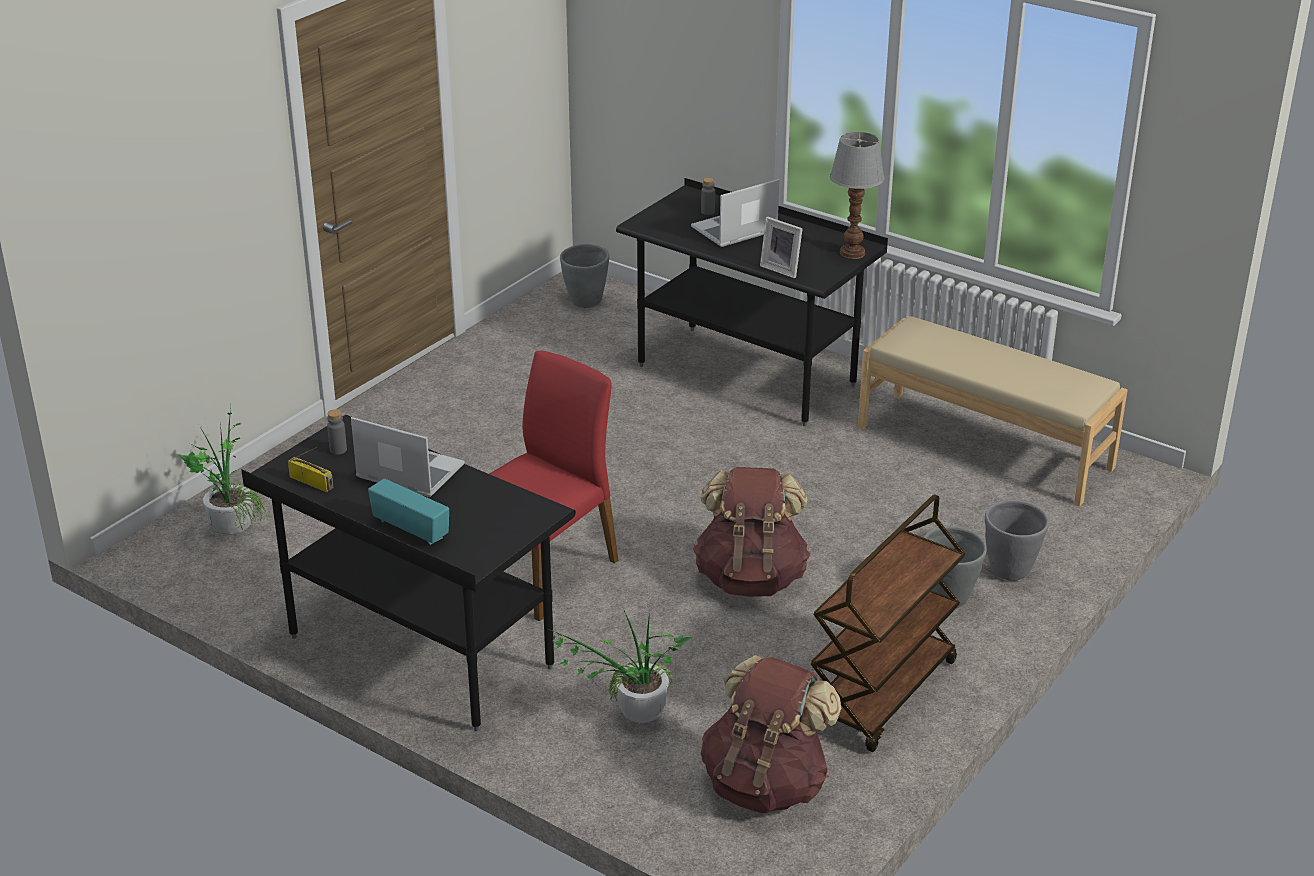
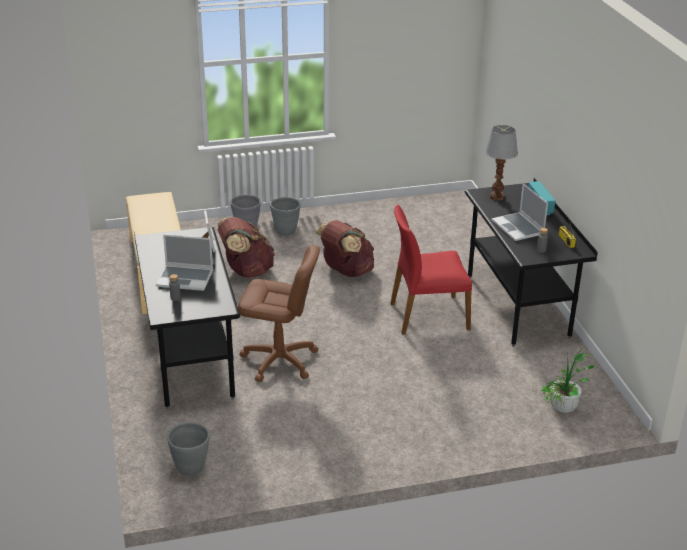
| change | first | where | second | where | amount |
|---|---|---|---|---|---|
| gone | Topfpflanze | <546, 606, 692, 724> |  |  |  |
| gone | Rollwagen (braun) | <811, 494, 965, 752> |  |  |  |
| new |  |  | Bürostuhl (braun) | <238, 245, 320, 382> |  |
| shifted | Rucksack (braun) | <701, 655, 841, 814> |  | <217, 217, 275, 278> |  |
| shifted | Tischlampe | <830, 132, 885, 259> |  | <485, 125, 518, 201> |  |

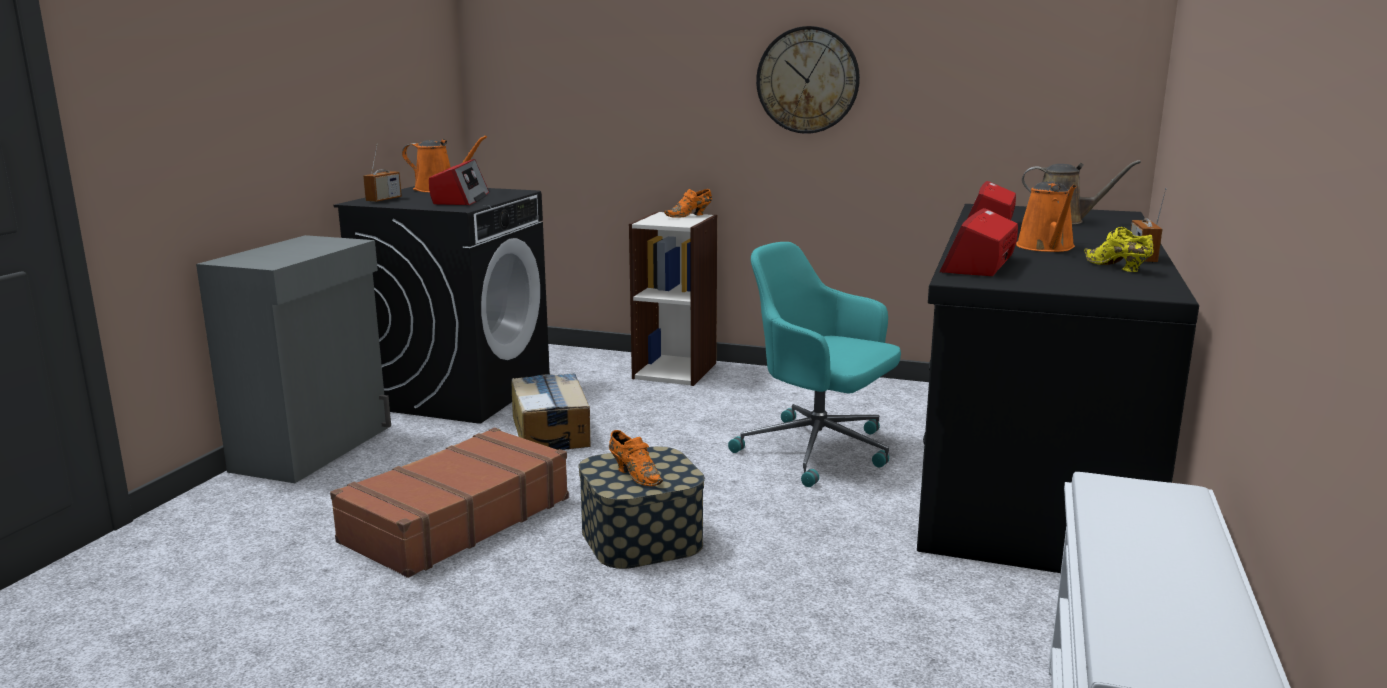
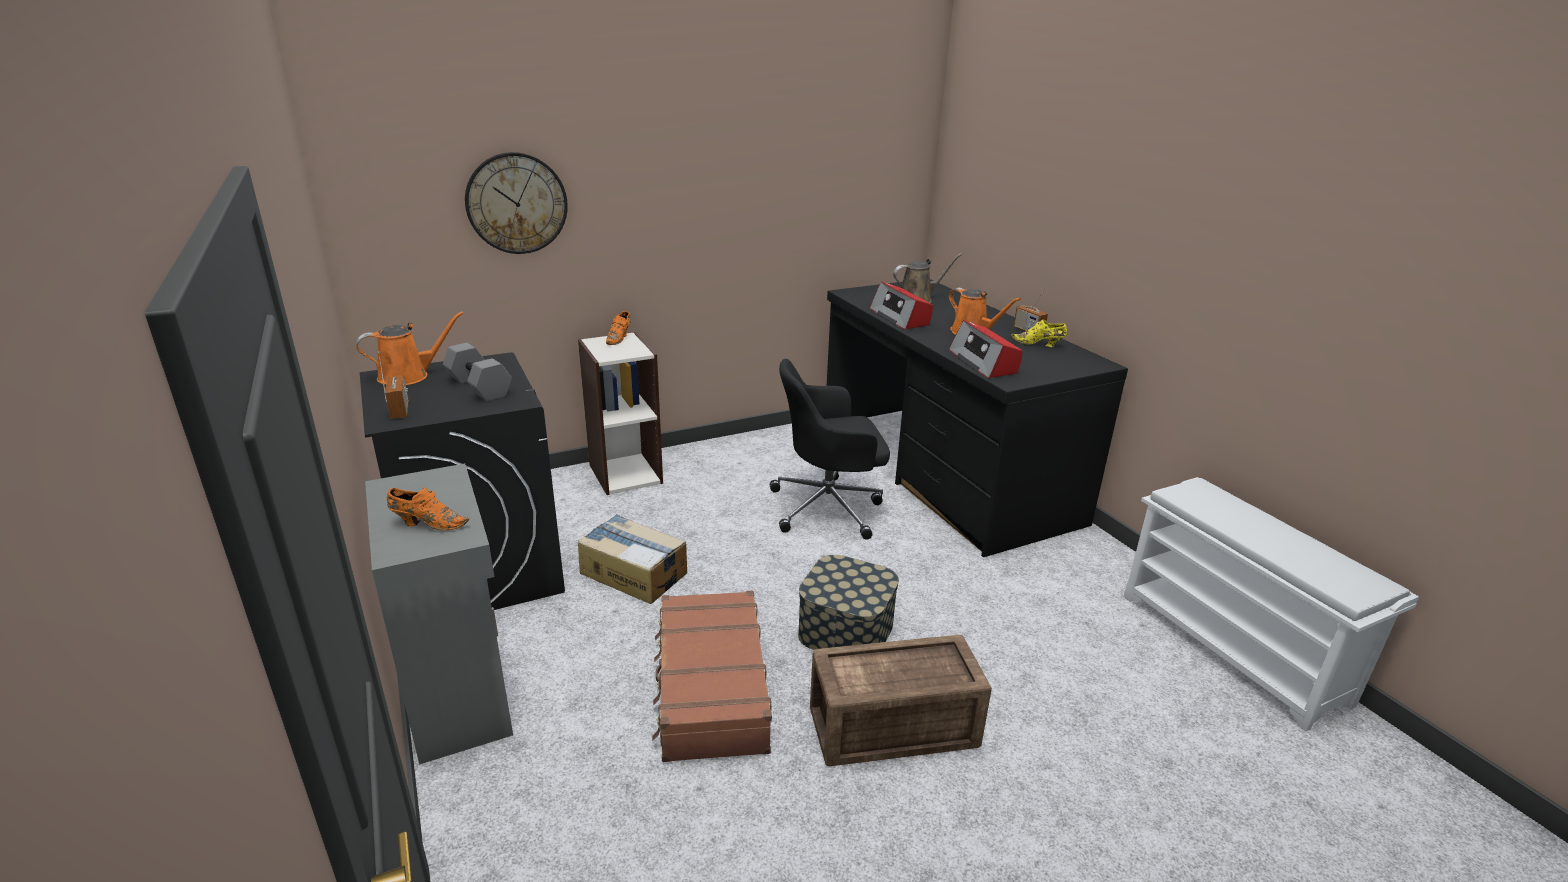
| change | first | where | second | where | amount |
|---|---|---|---|---|---|
| new |  |  | Kiste | <810, 635, 992, 766> |  |
| shifted | Schuh (orange) | <609, 430, 663, 486> |  | <387, 487, 469, 530> |  |
| shifted | Wanduhr | <756, 26, 860, 134> |  | <465, 152, 568, 254> |  |
| swapped | Radio | <429, 159, 489, 205> | Hantel (grau) | <443, 343, 512, 401> |  |
| repainted | Bürostuhl (türkis) | <728, 242, 901, 487> | Bürostuhl (schwarz) | <770, 359, 890, 540> |  |

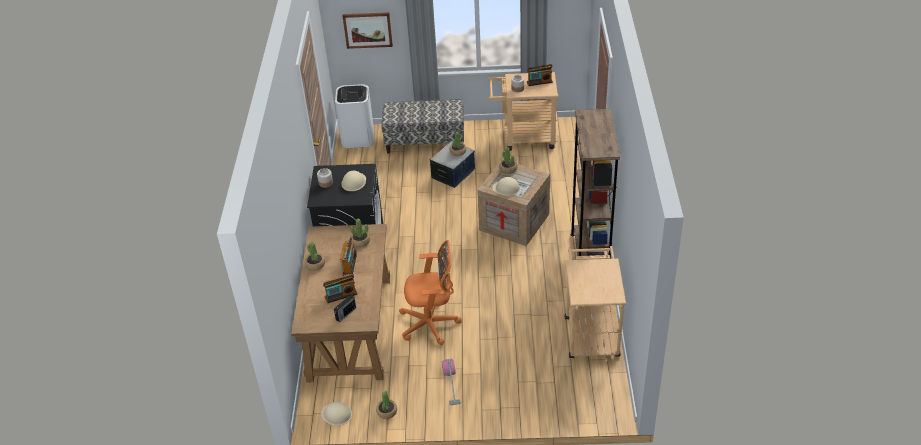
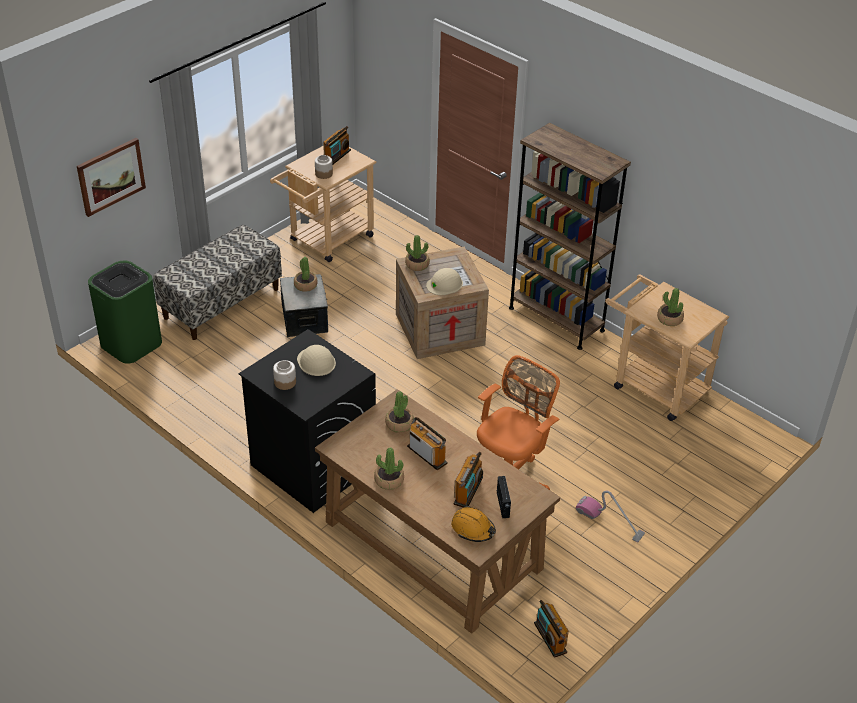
| change | first | where | second | where | amount |
|---|---|---|---|---|---|
| new |  |  | Schutzhelm (orange) | <451, 506, 496, 542> |  |
| shifted | Topfpflanze | <376, 391, 397, 419> |  | <657, 288, 684, 326> |  |
| swapped | Schutzhelm (beige) | <321, 401, 352, 426> | Radio | <534, 600, 569, 658> |  |
| repainted | Mülleimer (weiß) | <335, 84, 374, 148> | Mülleimer (grün) | <88, 261, 162, 364> |  |

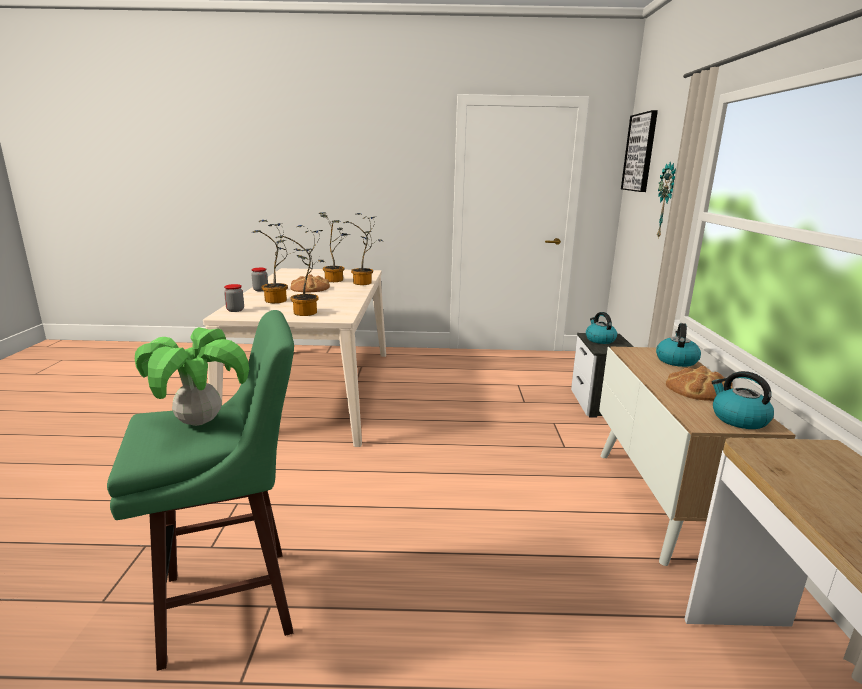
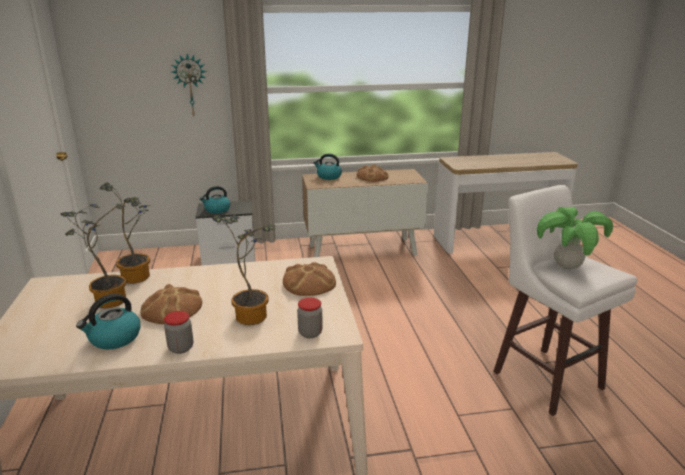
| change | first | where | second | where | amount |
|---|---|---|---|---|---|
| gone | Bild | <621, 110, 658, 192> |  |  |  |
| shifted | Wasserkessel | <712, 371, 774, 429> |  | <76, 294, 141, 349> |  |
| swapped | Topfpflanze | <276, 225, 325, 316> | Brot | <283, 262, 336, 296> |  |
| repainted | Hocker (grün) | <107, 310, 294, 671> | Hocker (weiß) | <493, 185, 637, 416> |  |

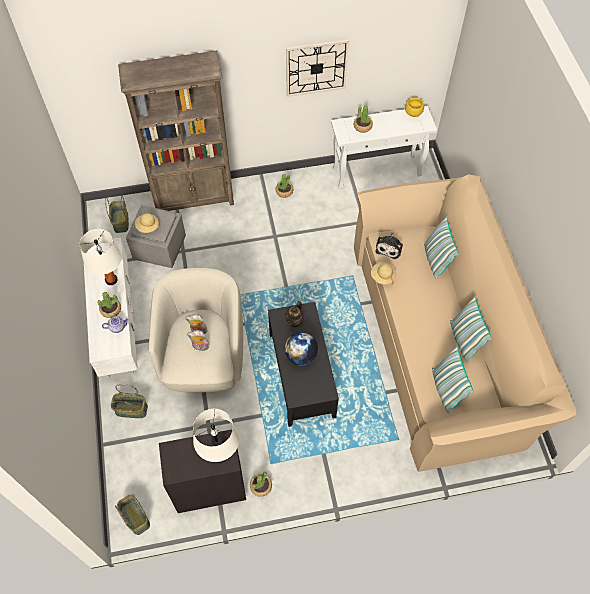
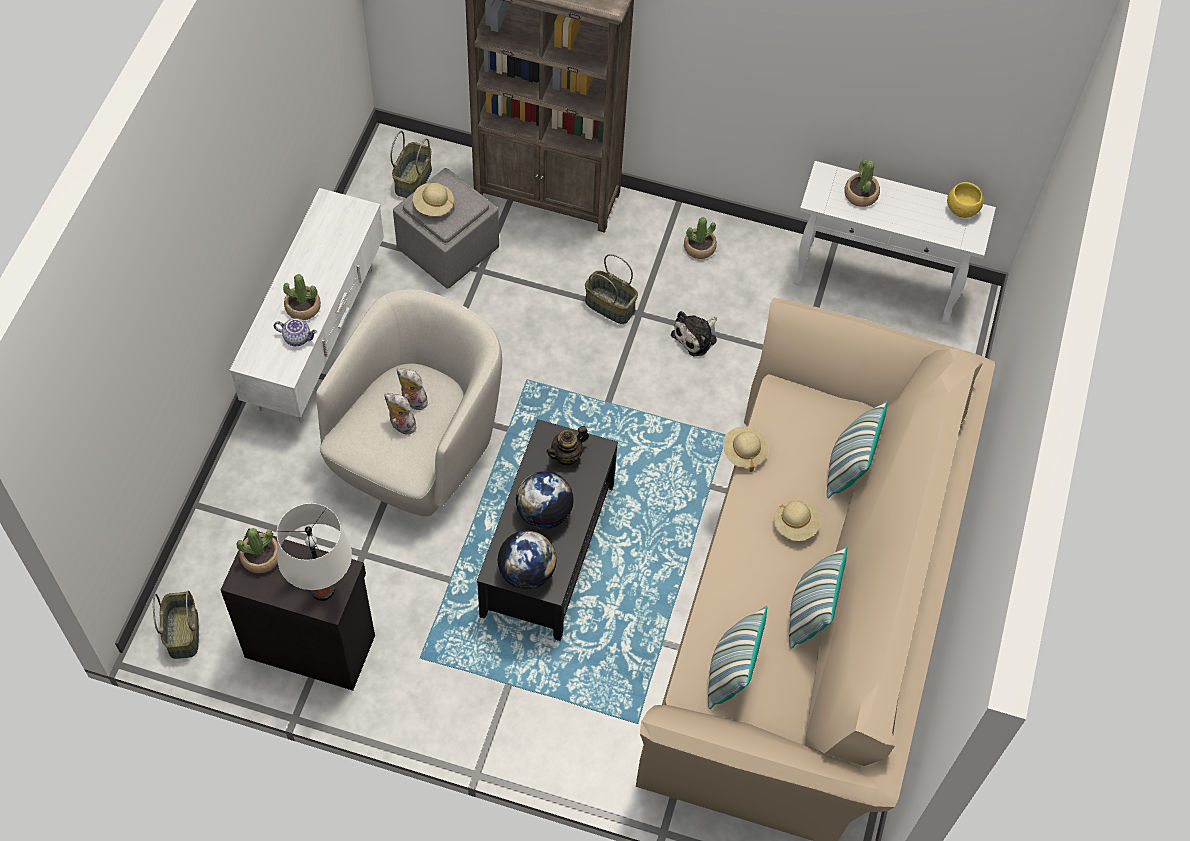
| change | first | where | second | where | amount |
|---|---|---|---|---|---|
| gone | Tischlampe (weiß) | <80, 229, 122, 285> |  |  |  |
| gone | Wanduhr | <286, 39, 349, 97> |  |  |  |
| new |  |  | Globus | <498, 531, 557, 590> |  |
| new |  |  | Hut (beige) | <773, 500, 821, 541> |  |
| shifted | Korb | <111, 384, 148, 418> |  | <585, 254, 638, 324> |  |
| shifted | Topfpflanze | <250, 472, 272, 497> |  | <236, 528, 278, 573> |  |
| shifted | Plüschtier | <375, 233, 403, 259> |  | <671, 311, 717, 356> |  |

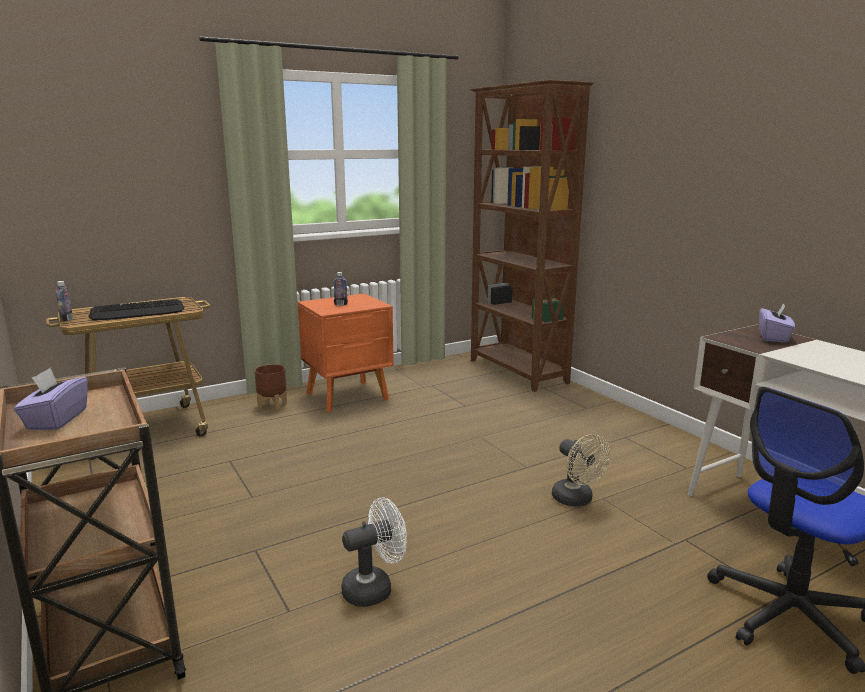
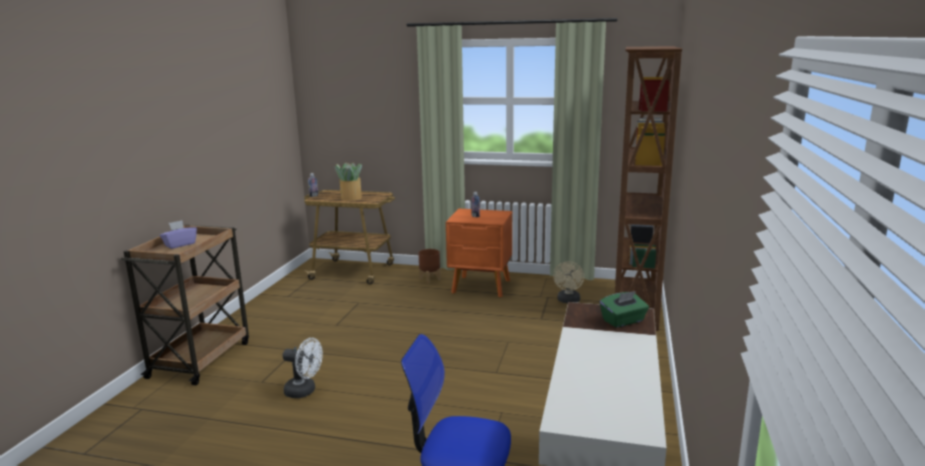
| change | first | where | second | where | amount |
|---|---|---|---|---|---|
| shifted | Ventilator (beige) | <552, 434, 610, 506> |  | <553, 262, 584, 303> |  |
| swapped | Tastatur | <89, 299, 185, 321> | Topfpflanze | <335, 163, 362, 201> |  |
| repainted | Taschentuchbox (lila) | <759, 303, 795, 343> | Taschentuchbox (grün) | <600, 291, 649, 328> |  |

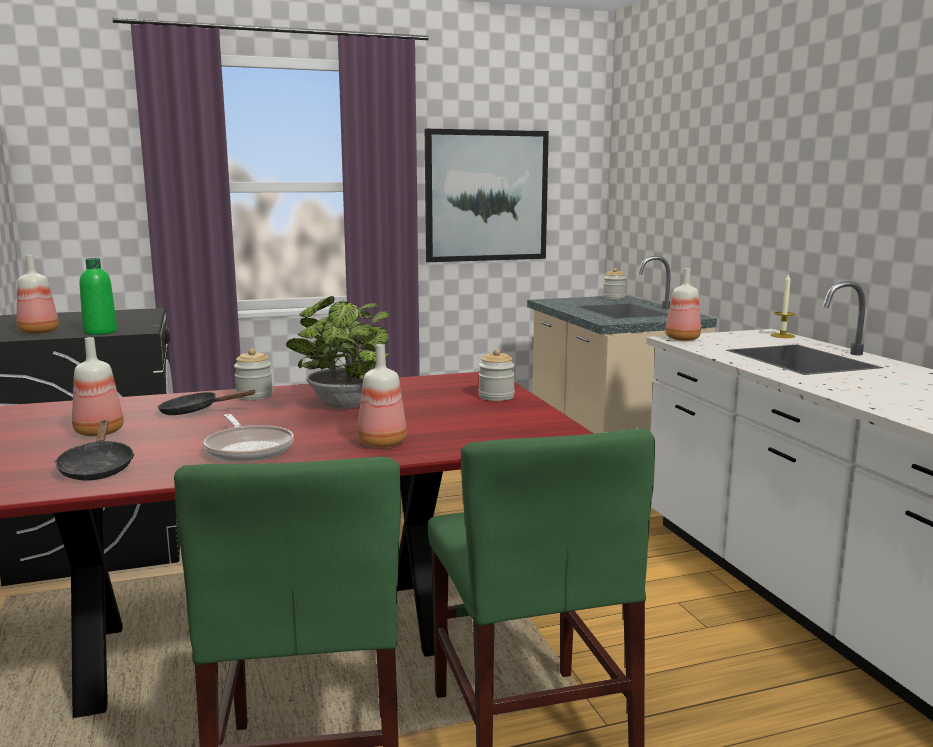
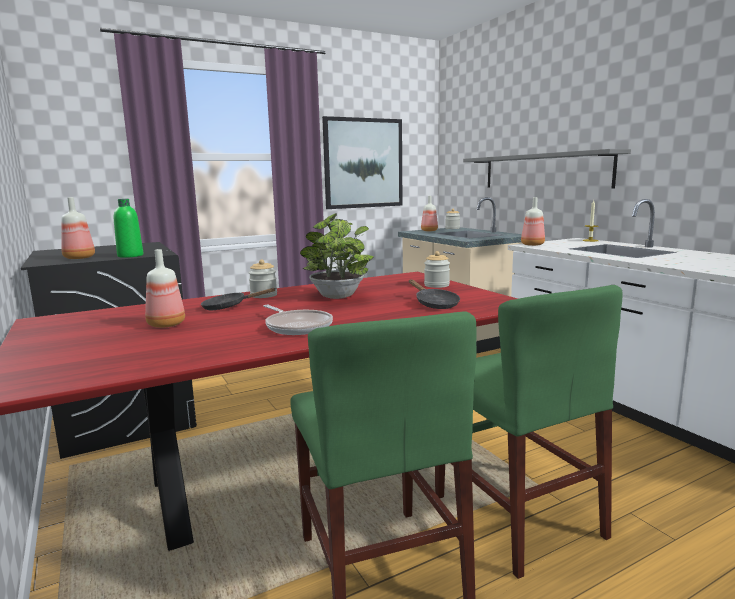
| change | first | where | second | where | amount |
|---|---|---|---|---|---|
| new |  |  | Wandregal (grau) | <463, 149, 631, 188> |  |
| shifted | Pfanne (schwarz) | <55, 420, 134, 481> |  | <409, 280, 460, 309> |  |
| shifted | Flasche | <357, 344, 407, 448> |  | <421, 196, 438, 231> |  |

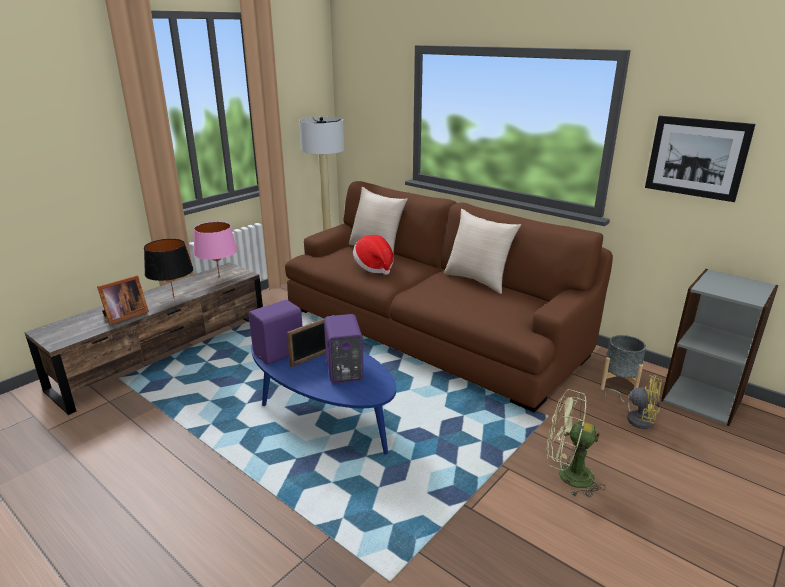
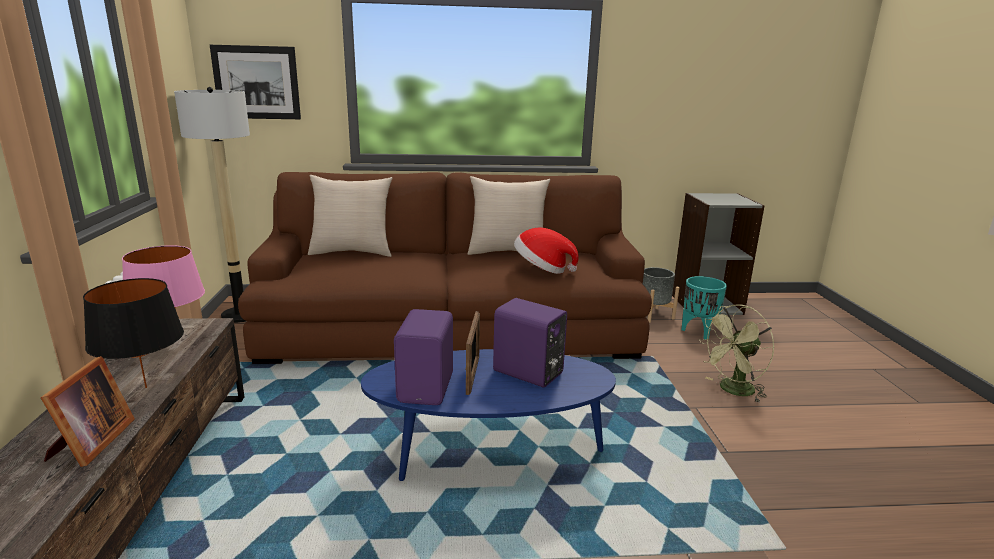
| change | first | where | second | where | amount |
|---|---|---|---|---|---|
| shifted | Hut | <353, 235, 394, 275> |  | <514, 227, 578, 274> |  |
| shifted | Bild | <645, 116, 755, 202> |  | <210, 45, 301, 119> |  |
| swapped | Ventilator (gelb) | <604, 375, 662, 429> | Pflanzkübel (türkis) | <682, 276, 727, 340> |  |

